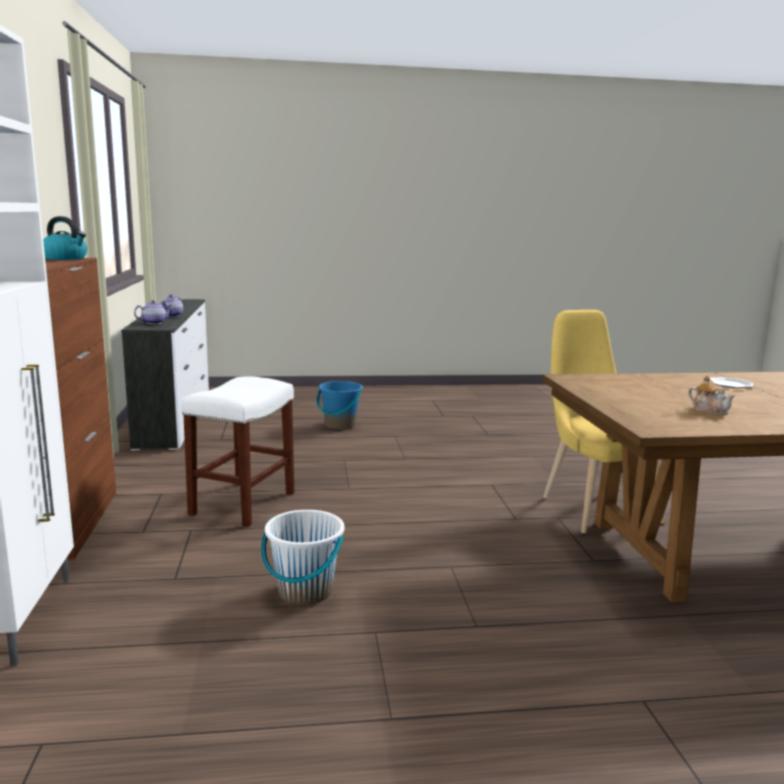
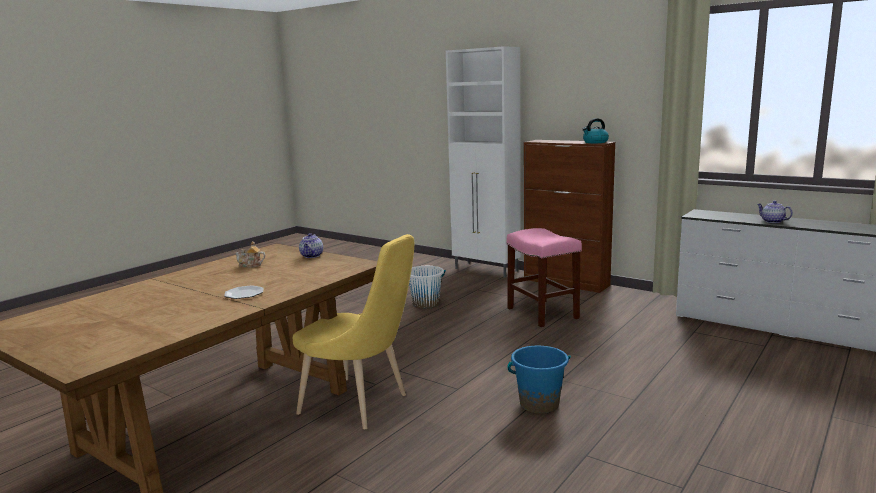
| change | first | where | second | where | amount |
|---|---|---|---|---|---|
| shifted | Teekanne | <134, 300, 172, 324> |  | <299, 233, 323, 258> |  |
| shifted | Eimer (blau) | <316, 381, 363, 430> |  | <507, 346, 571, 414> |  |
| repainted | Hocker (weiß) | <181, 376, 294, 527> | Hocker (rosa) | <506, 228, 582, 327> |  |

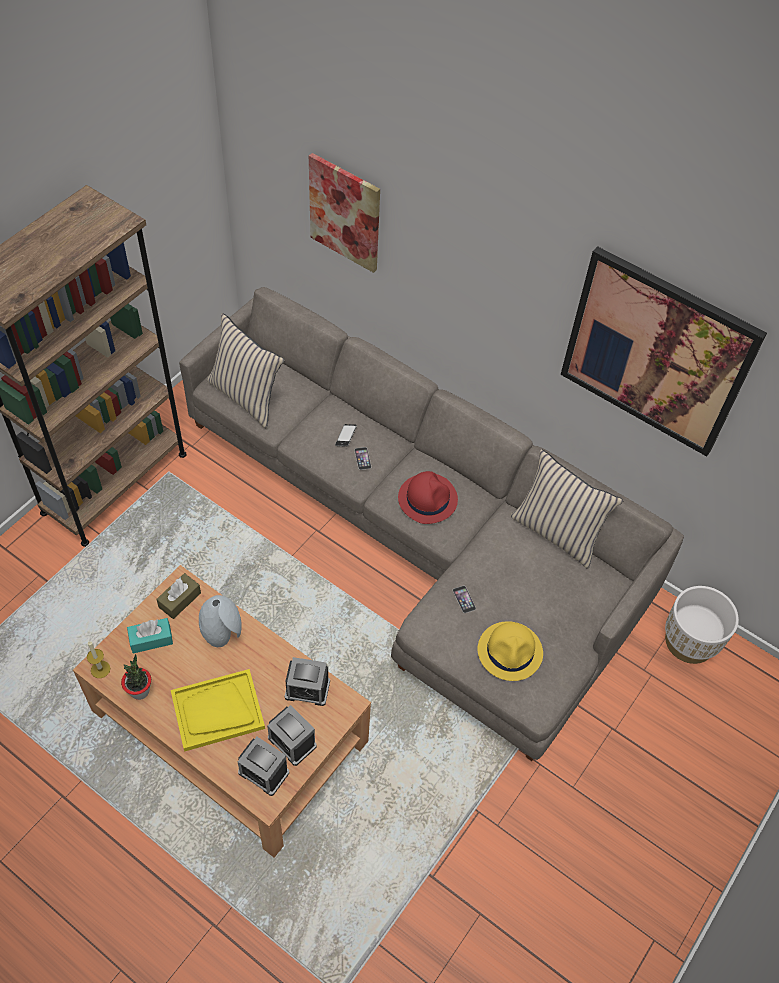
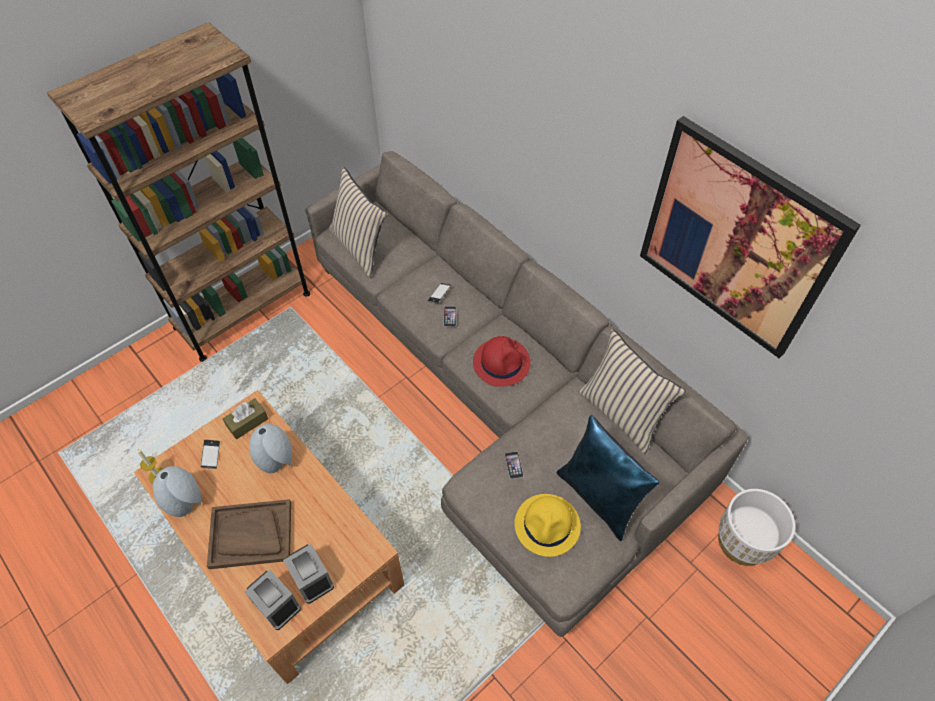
| change | first | where | second | where | amount |
|---|---|---|---|---|---|
| gone | Wecker | <285, 657, 330, 706> |  |  |  |
| gone | Bild | <309, 153, 380, 273> |  |  |  |
| new |  |  | Kissen (blau) | <556, 415, 660, 541> |  |
| swapped | Topfpflanze | <121, 654, 151, 700> | Vase (grau) | <153, 466, 201, 517> |  |
| swapped | Taschentuchbox (türkis) | <127, 618, 173, 654> | Handy | <200, 440, 220, 469> |  |
| repainted | Tablett (gelb) | <171, 669, 265, 752> | Tablett (braun) | <207, 499, 291, 569> |  |

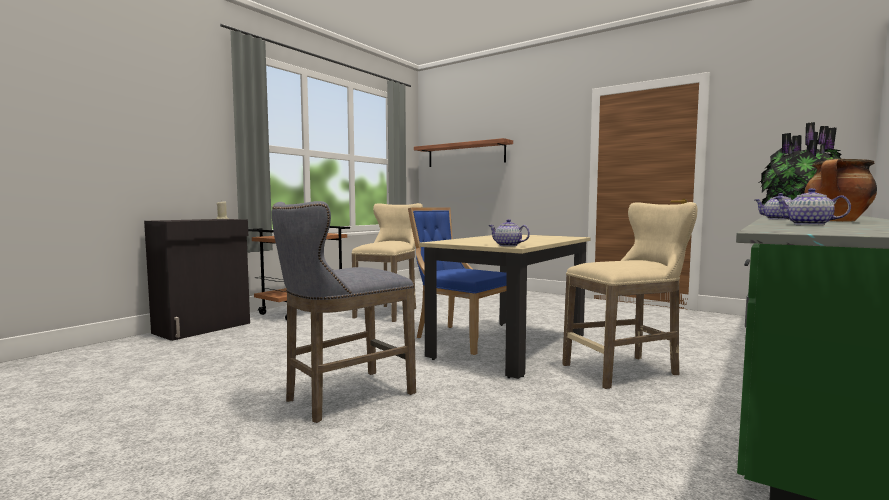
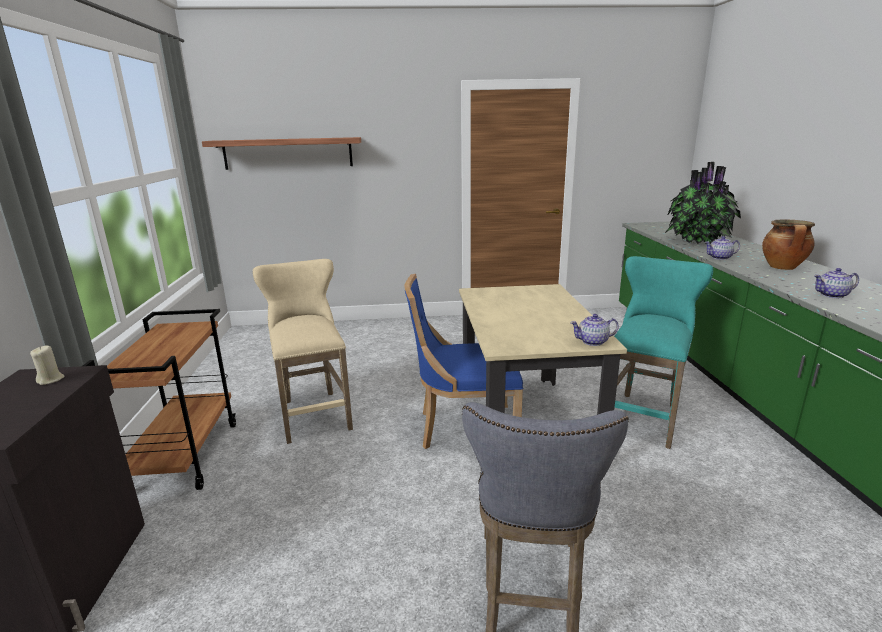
| change | first | where | second | where | amount |
|---|---|---|---|---|---|
| repainted | Hocker (beige) | <562, 202, 697, 389> | Hocker (türkis) | <614, 256, 714, 449> |  |

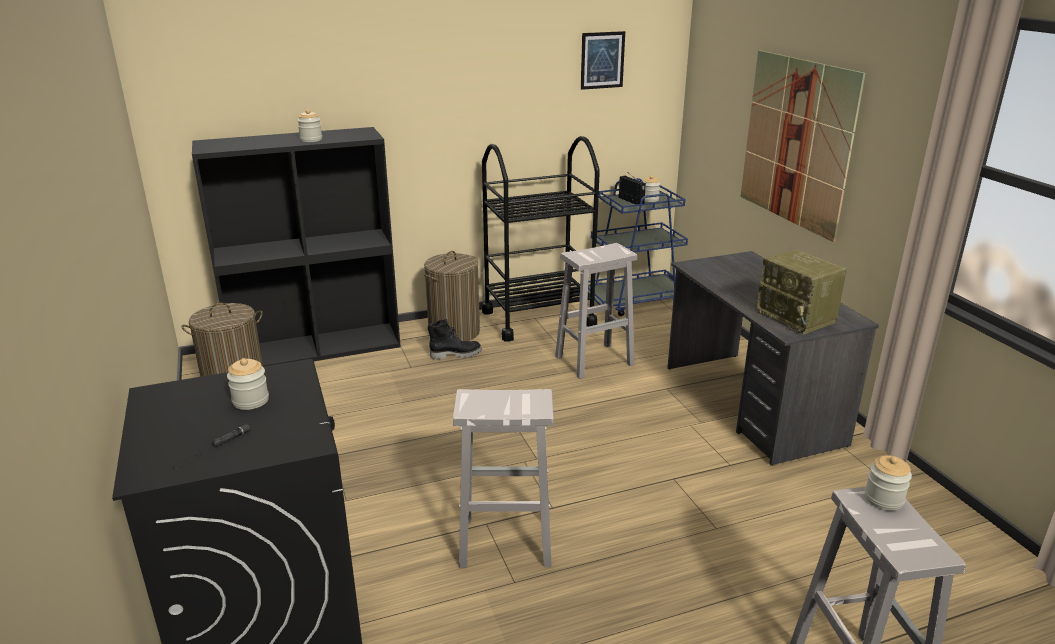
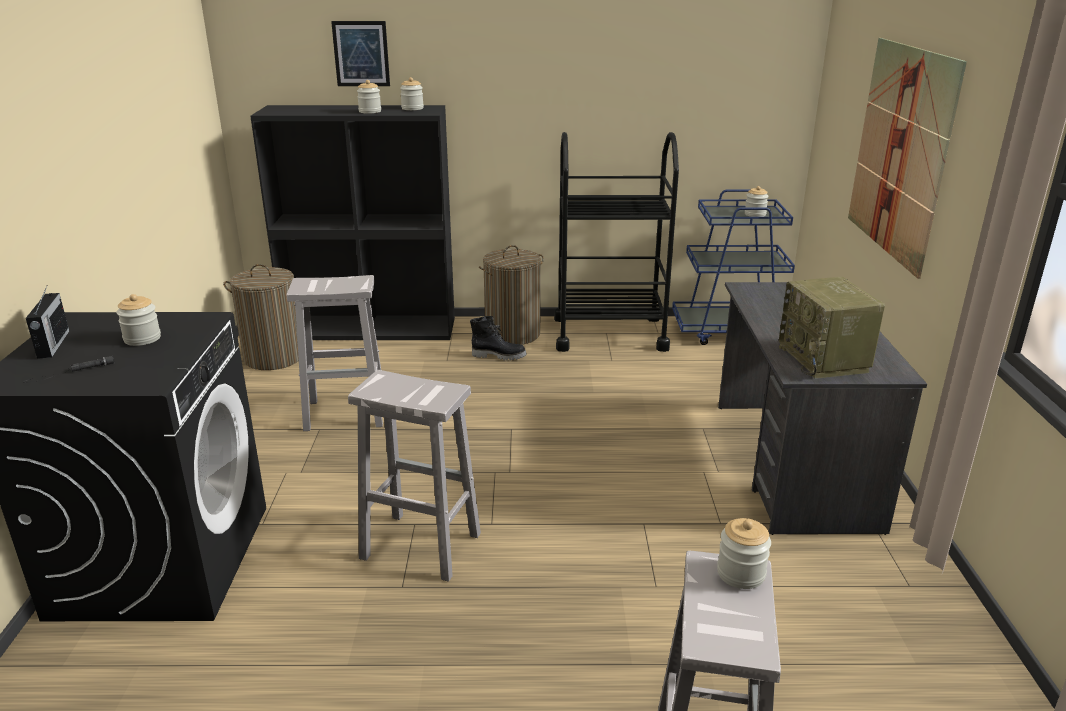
| change | first | where | second | where | amount |
|---|---|---|---|---|---|
| new |  |  | Vorratsglas | <400, 77, 424, 110> |  |
| shifted | Hocker (weiß) | <555, 243, 637, 379> |  | <287, 275, 383, 431> |  |
| shifted | Bild | <581, 31, 625, 90> |  | <331, 21, 390, 86> |  |
| shifted | Radio | <619, 171, 646, 205> |  | <26, 287, 69, 359> |  |

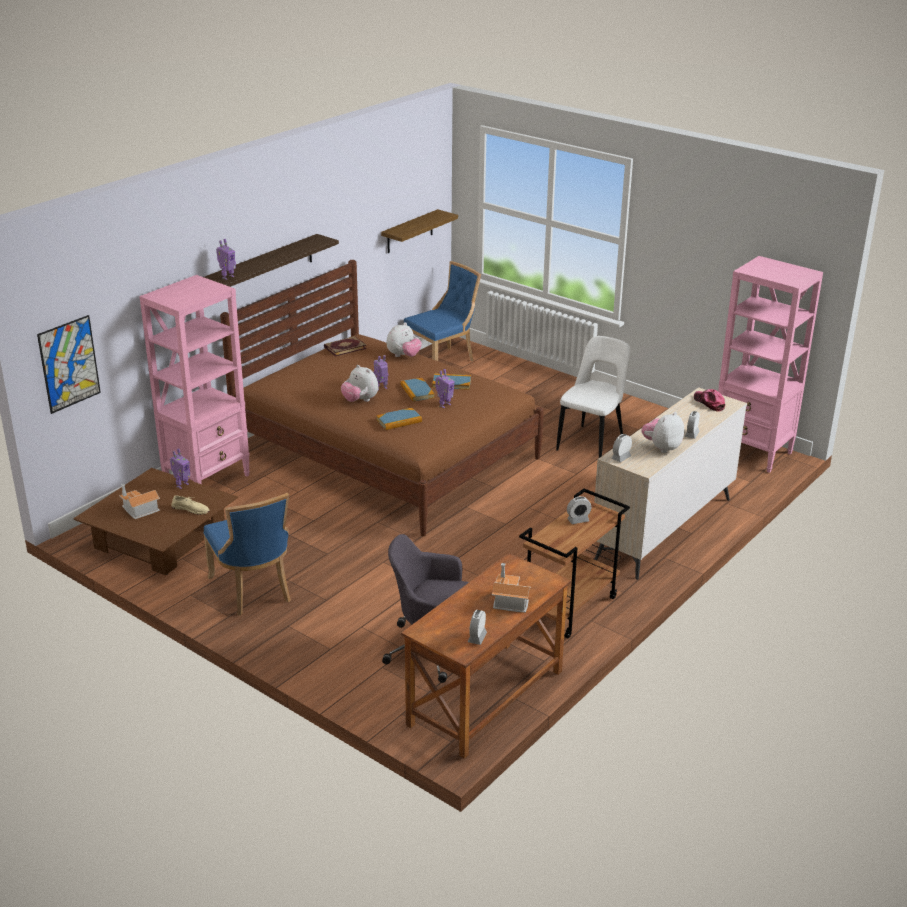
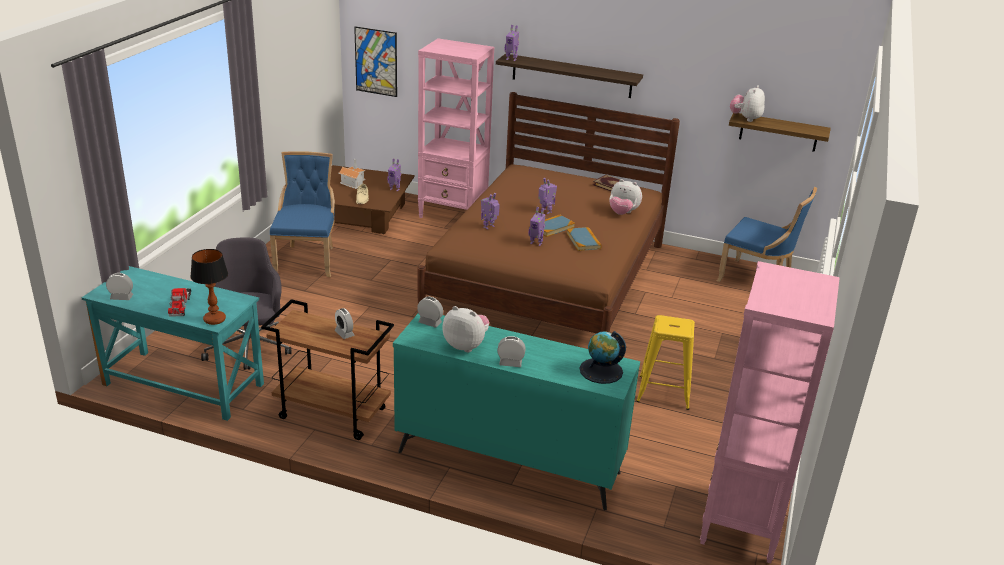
| change | first | where | second | where | amount |
|---|---|---|---|---|---|
| new |  |  | Tischlampe | <190, 249, 228, 325> |  |
| shifted | Plüschtier | <341, 365, 378, 402> |  | <730, 85, 765, 122> |  |
| swapped | Buch | <376, 408, 422, 430> | Spielzeugroboter | <481, 193, 500, 230> |  |
| swapped | Spielzeughaus | <492, 563, 531, 613> | Spielzeuglaster | <168, 288, 191, 316> |  |
| swapped | Stuhl (weiß) | <556, 336, 631, 458> | Hocker (gelb) | <637, 315, 695, 410> |  |
| swapped | Kappe | <694, 389, 725, 411> | Globus | <579, 331, 626, 384> |  |
| repainted | Schreibtisch (braun) | <401, 553, 571, 759> | Schreibtisch (türkis) | <82, 266, 264, 421> |  |
| repainted | Kommode (beige) | <594, 387, 747, 580> | Kommode (türkis) | <393, 313, 640, 510> |  |
| rotated | Stuhl (blau) | <203, 493, 291, 616> |  | <270, 151, 335, 277> | 135 degrees clockwise |

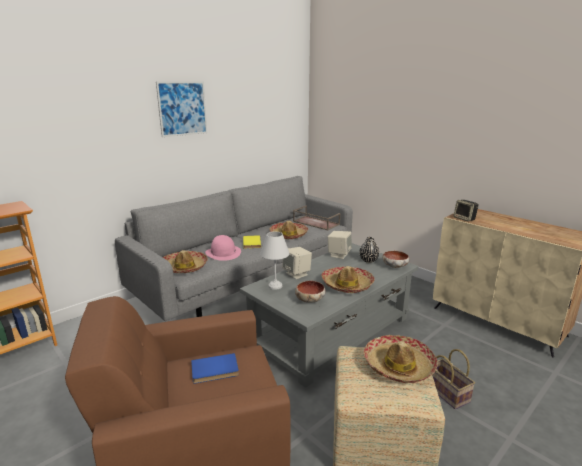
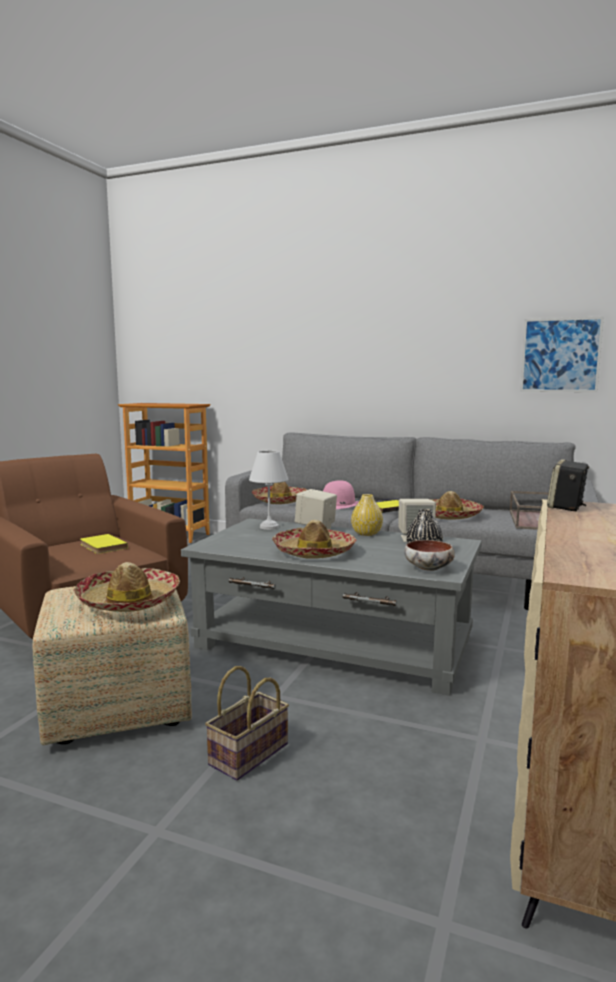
| change | first | where | second | where | amount |
|---|---|---|---|---|---|
| gone | Schüssel | <295, 281, 326, 303> |  |  |  |
| new |  |  | Vase (gelb) | <351, 494, 383, 536> |  |
| shifted | Bild | <156, 81, 207, 137> |  | <520, 316, 604, 392> |  |
| repainted | Buch (blau) | <191, 353, 239, 383> | Buch (gelb) | <80, 534, 128, 554> |  |

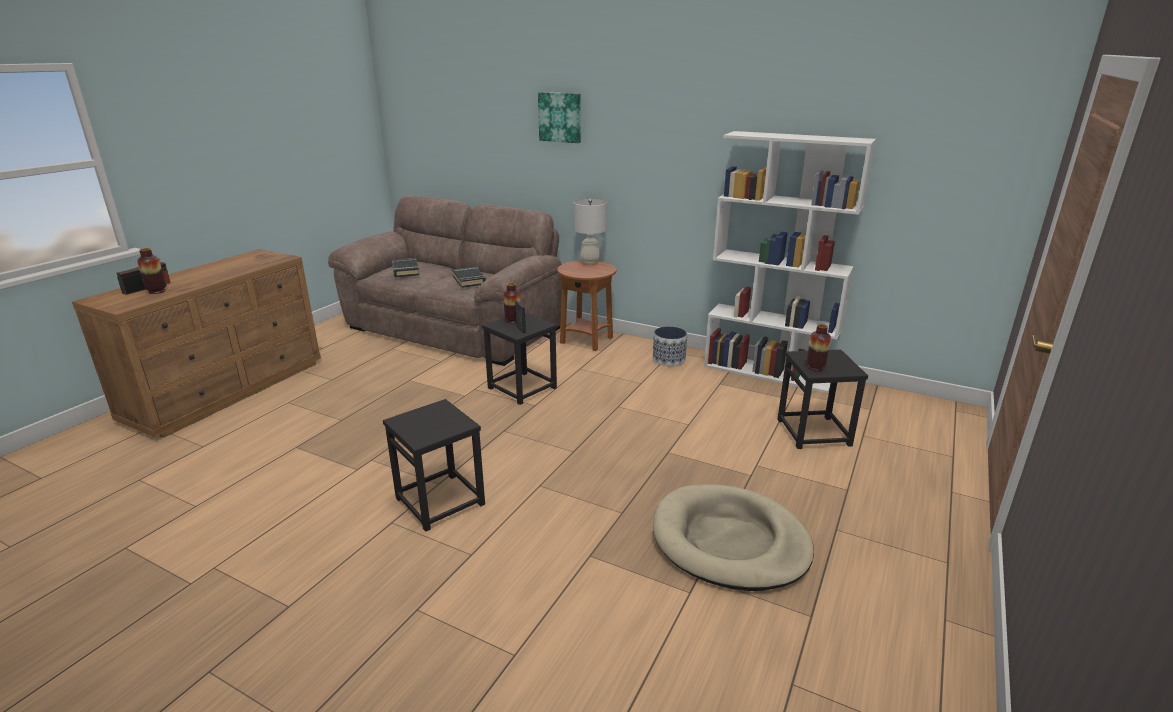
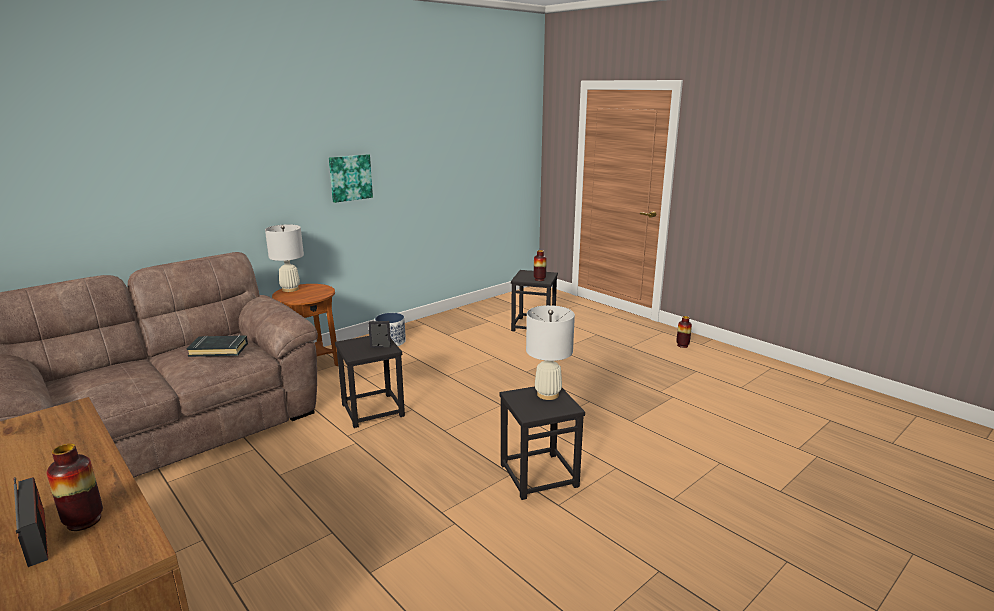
| change | first | where | second | where | amount |
|---|---|---|---|---|---|
| gone | Buch (schwarz) | <392, 258, 419, 277> |  |  |  |
| gone | Hundebett (beige) | <653, 484, 814, 591> |  |  |  |
| gone | Bücherregal (weiß) | <704, 131, 876, 393> |  |  |  |
| new |  |  | Tischlampe (weiß) | <526, 305, 575, 400> |  |
| shifted | Vase | <503, 283, 520, 323> |  | <676, 316, 692, 348> |  |
| shifted | Bild | <538, 92, 581, 143> |  | <329, 154, 373, 203> |  |

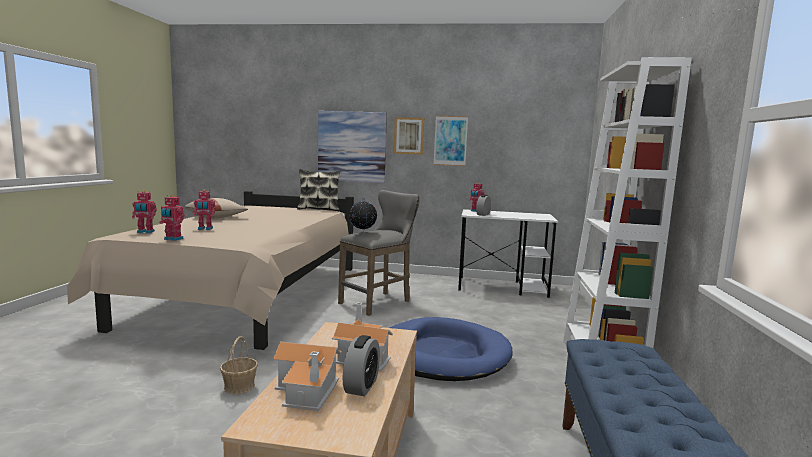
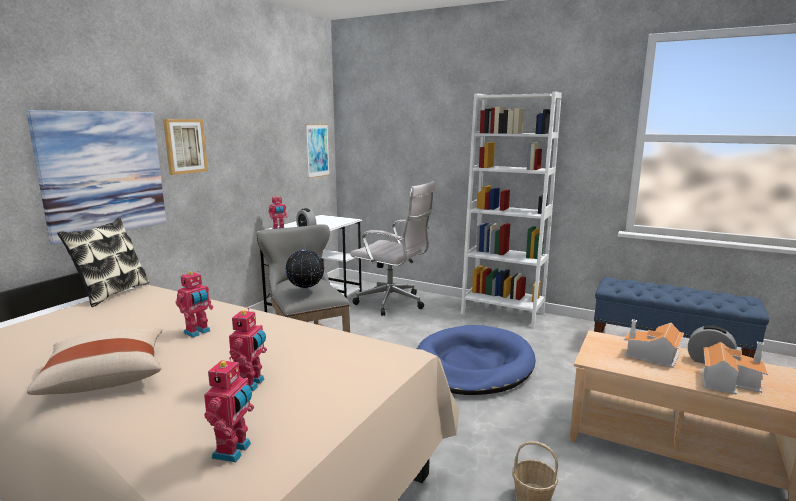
| change | first | where | second | where | amount |
|---|---|---|---|---|---|
| new |  |  | Bürostuhl (weiß) | <350, 181, 436, 316> |  |
| shifted | Spielzeugroboter | <159, 195, 185, 241> |  | <176, 271, 213, 338> |  |
| shifted | Bild | <434, 116, 468, 166> |  | <306, 124, 330, 178> |  |

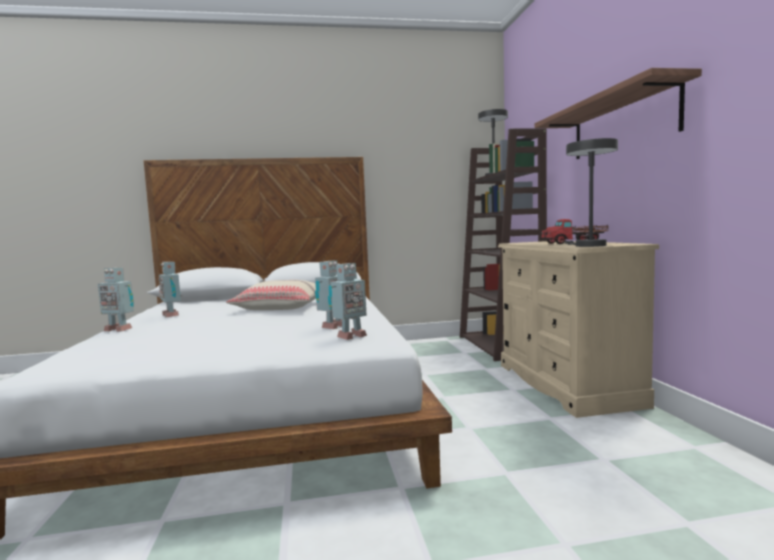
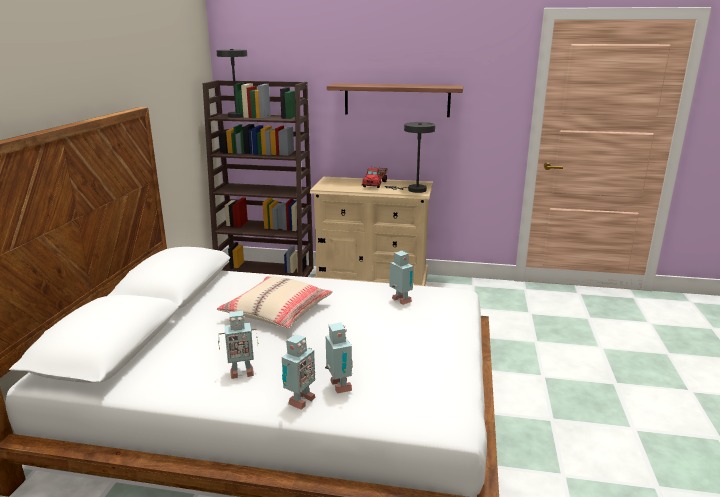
| change | first | where | second | where | amount |
|---|---|---|---|---|---|
| shifted | Spielzeugroboter | <328, 263, 367, 340> |  | <325, 322, 353, 394> |  |

